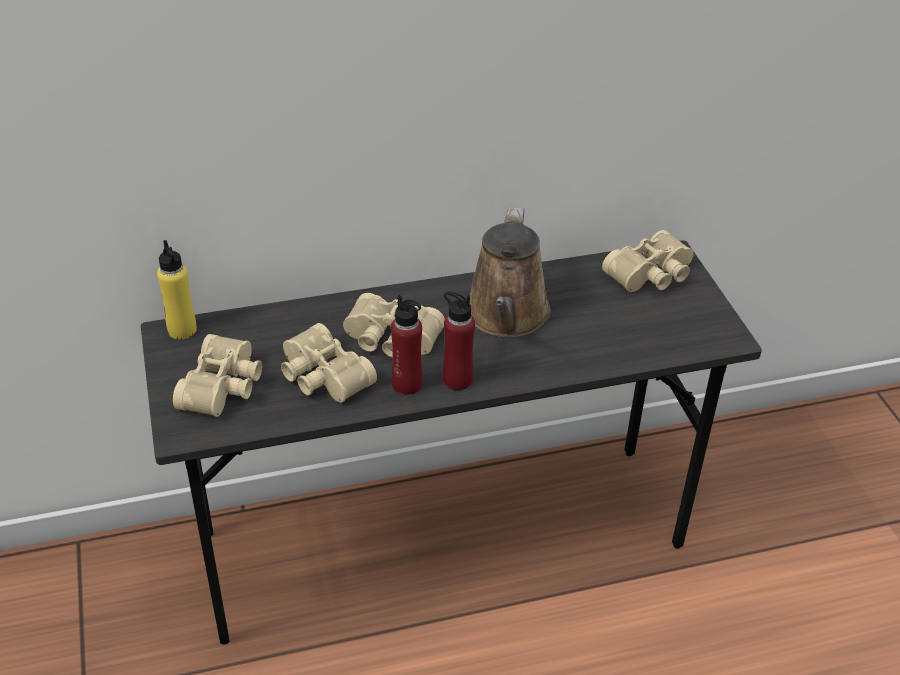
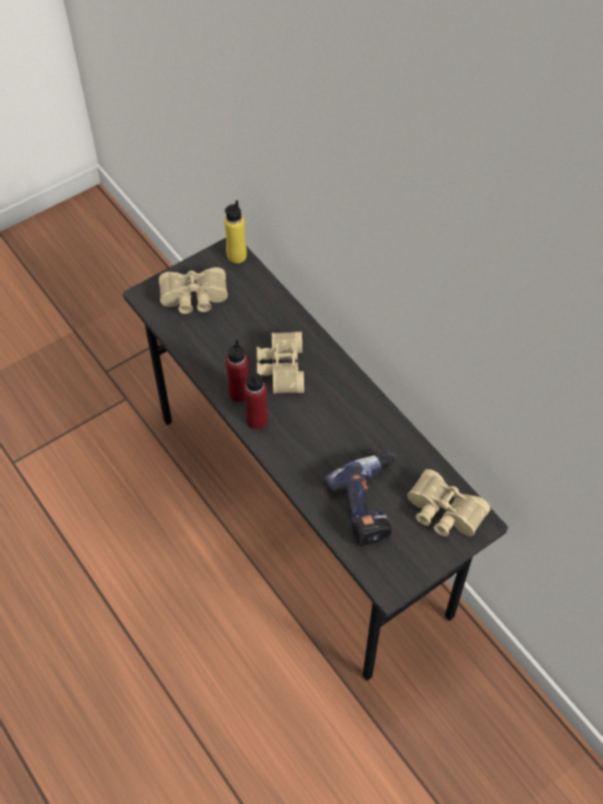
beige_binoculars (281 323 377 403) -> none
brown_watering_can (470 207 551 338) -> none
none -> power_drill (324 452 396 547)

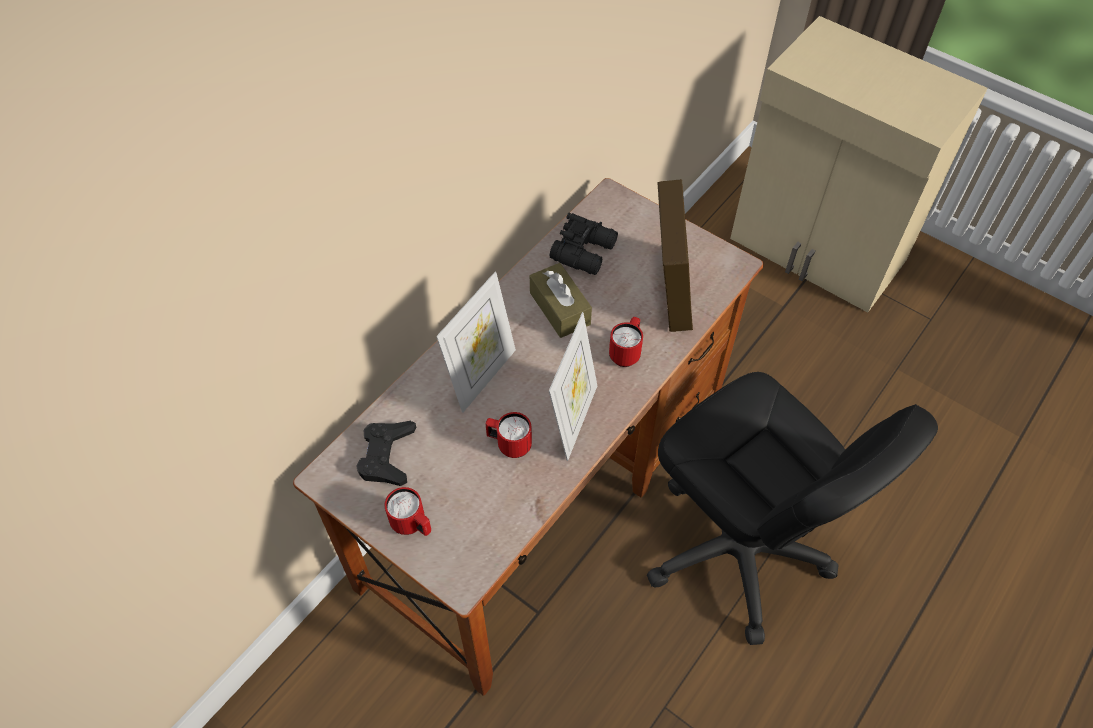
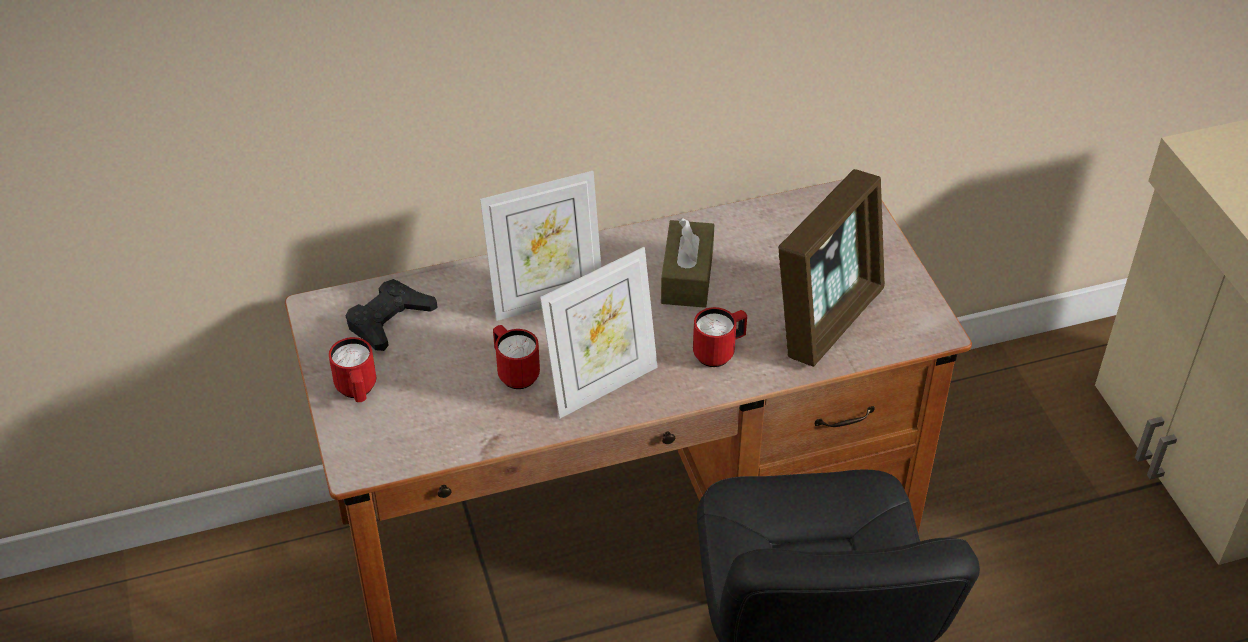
black_binoculars (550 213 618 275) -> none

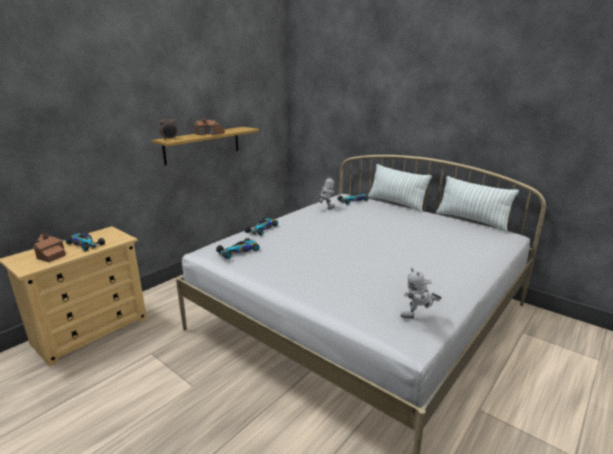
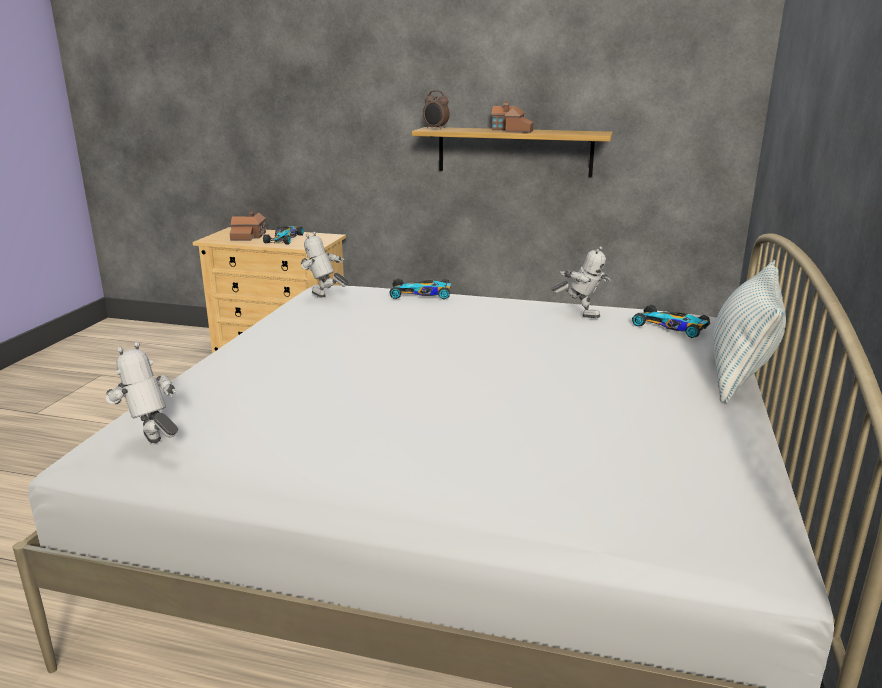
pillow (436 176 519 232) -> none
toy_car (216 238 260 259) -> toy_robot (301 232 349 298)

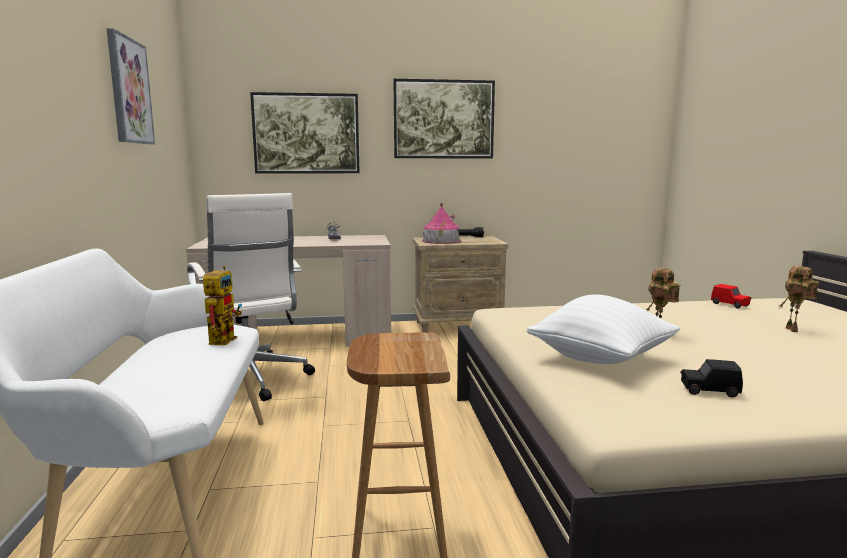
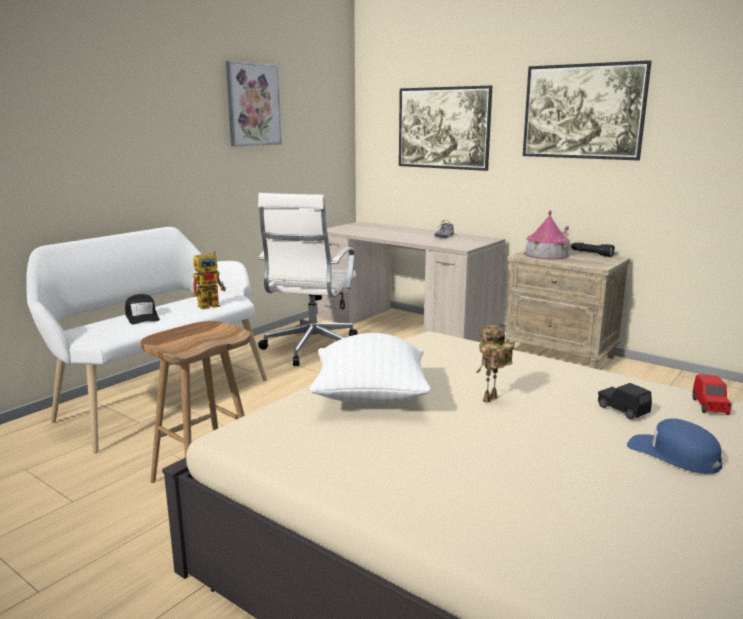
none -> black_cap (125 294 160 324)
black_toy_car (681 359 743 398) -> black_toy_car (598 383 652 419), moved
toy_robot (778 266 819 332) -> blue_cap (627 418 722 474)

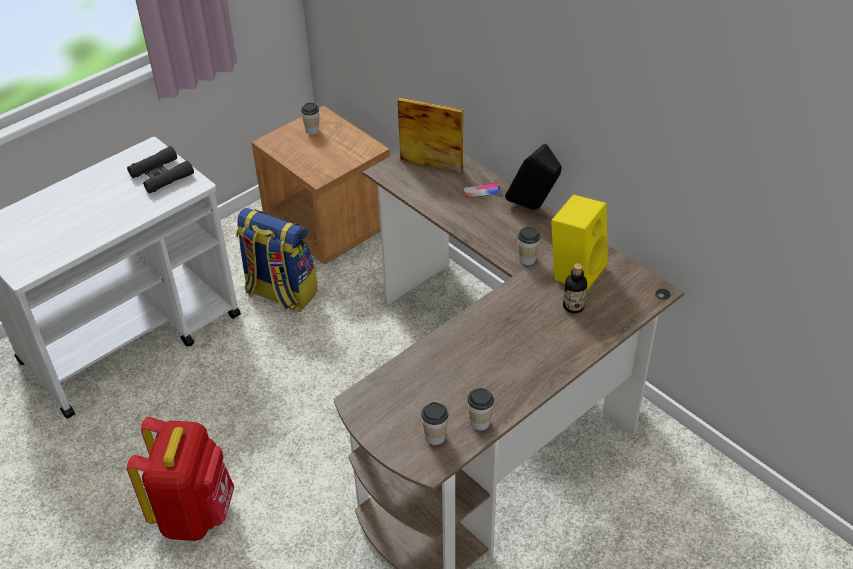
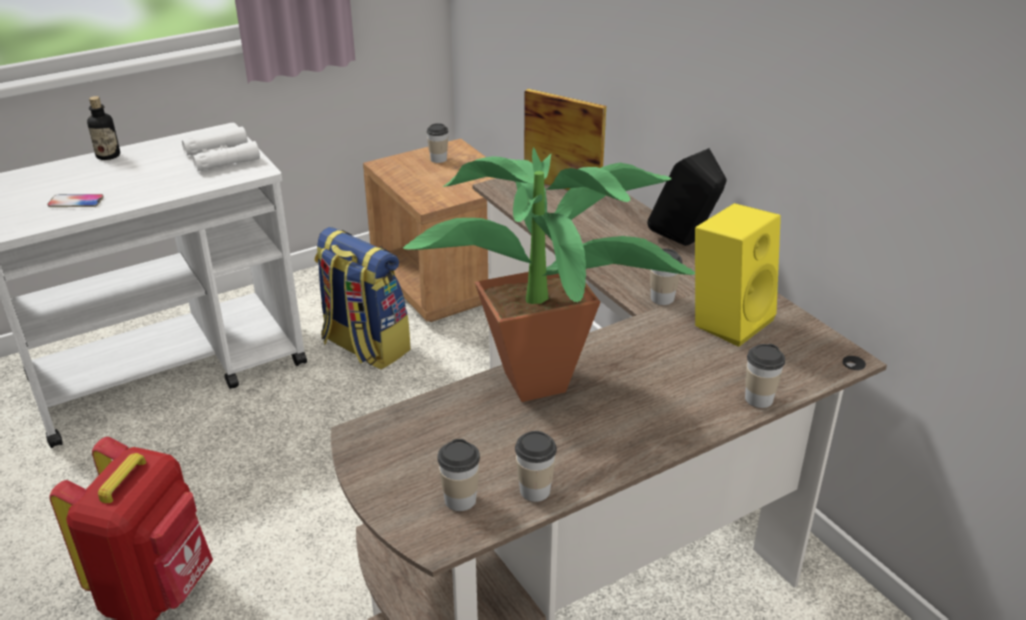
none -> potted_plant (403 147 696 402)
none -> cup (745 344 785 408)
phone (463 183 502 199) -> phone (47 194 104 207), moved
bottle (563 263 587 313) -> bottle (87 96 120 160), moved
black_binoculars (127 146 194 193) -> white_binoculars (182 127 260 171)

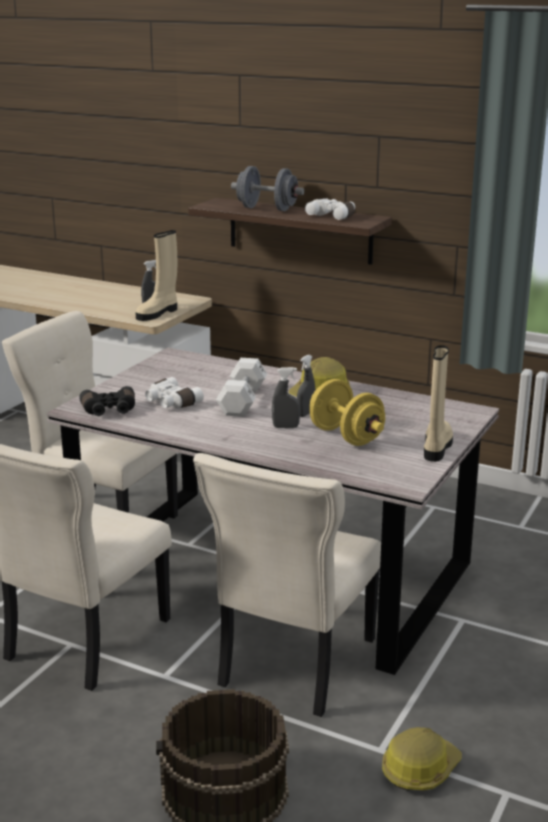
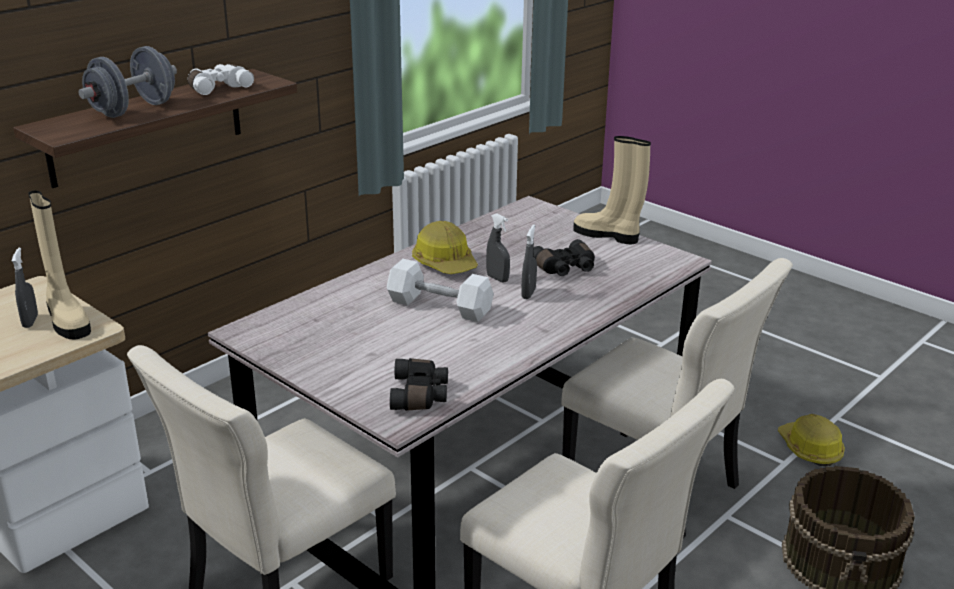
white_binoculars (145 377 204 409) -> none
yellow_dumbbell (310 379 385 446) -> black_binoculars (533 239 595 276)

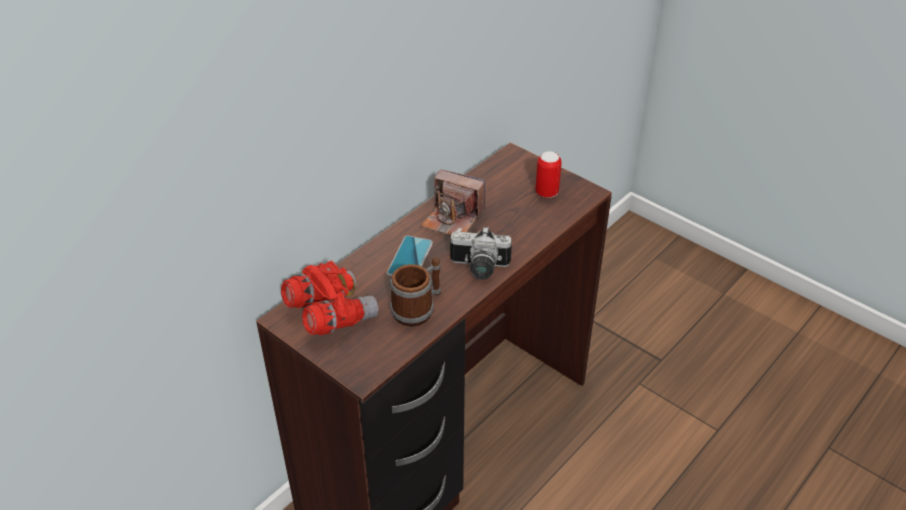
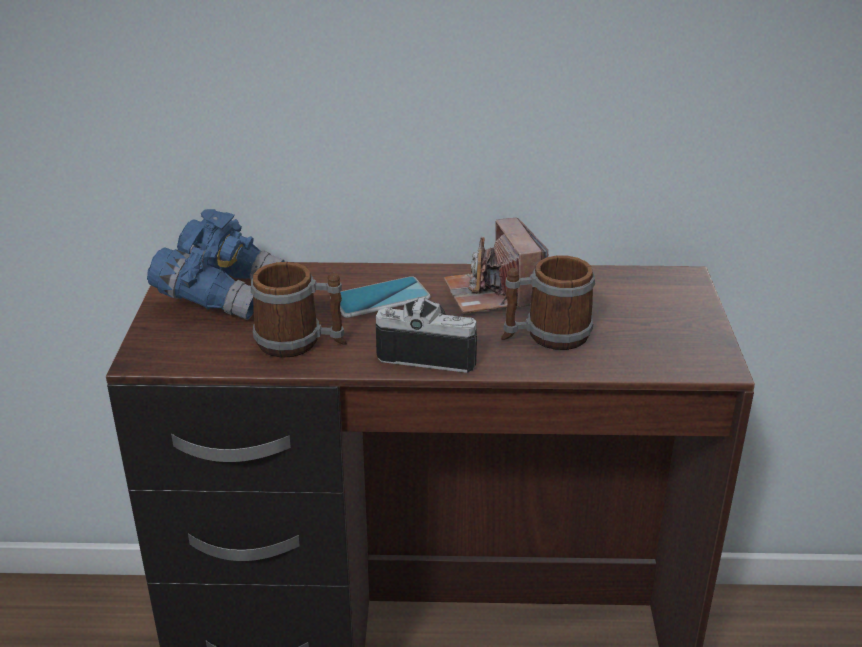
can (535 151 562 198) -> none
none -> mug (501 255 595 350)
red_binoculars (281 261 379 335) -> blue_binoculars (147 209 285 320)
photo_camera (450 226 512 280) -> photo_camera (375 297 477 373), 135 degrees clockwise

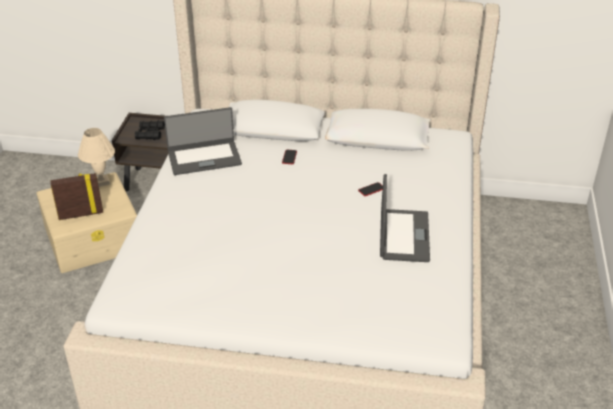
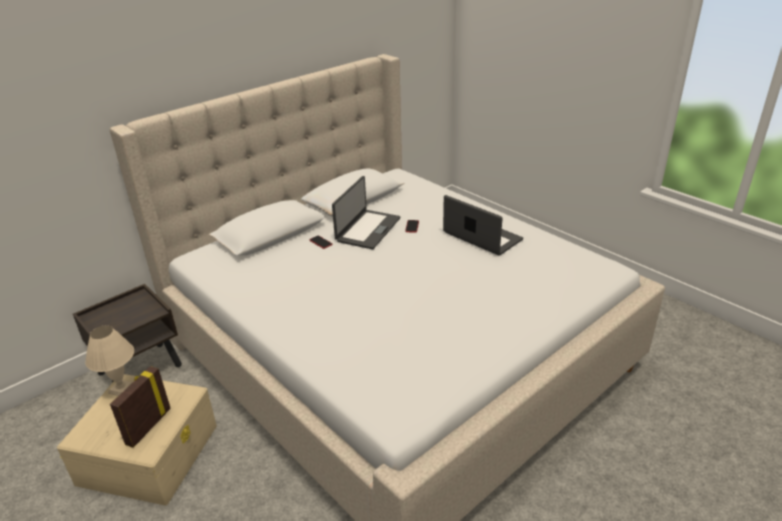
black_binoculars (135 120 165 140) -> none
laptop (164 107 242 175) -> laptop (332 176 401 249), moved

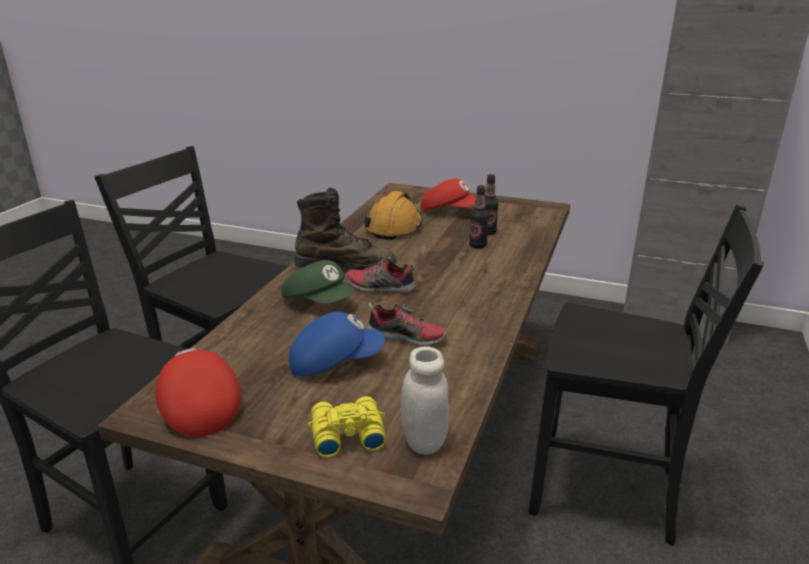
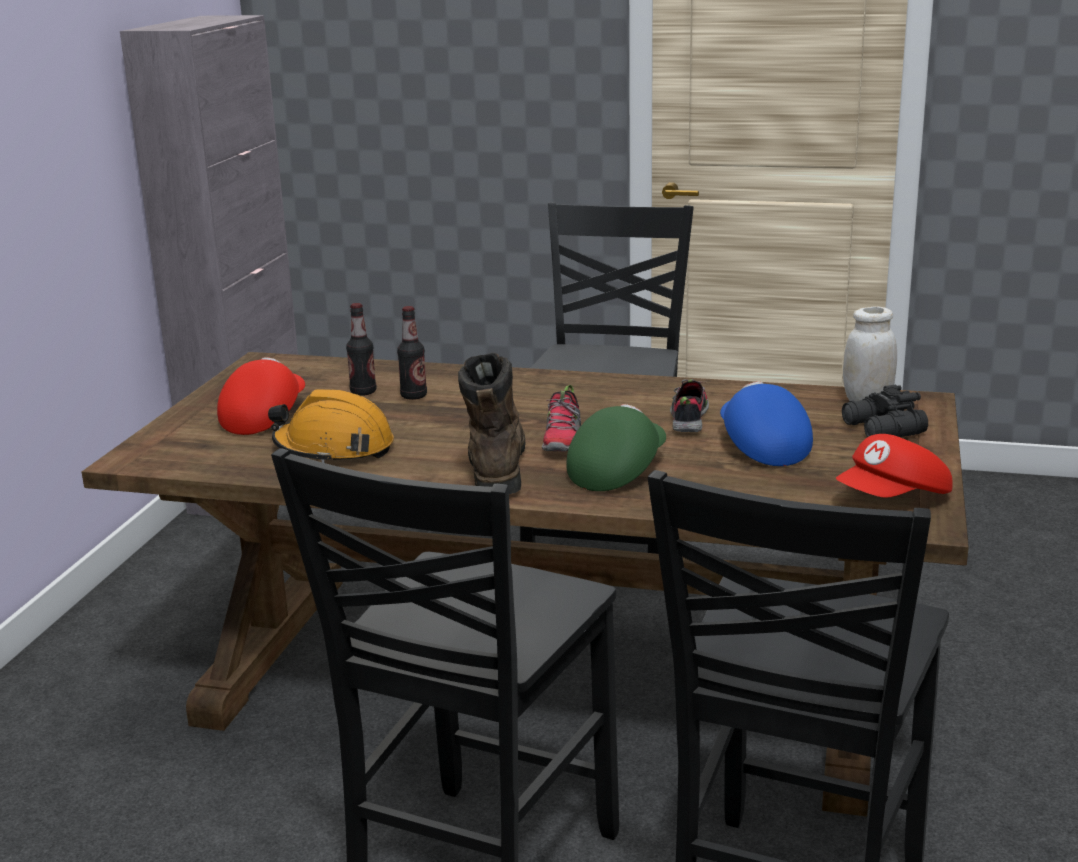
yellow_binoculars (308 396 386 458) -> black_binoculars (842 385 928 437)

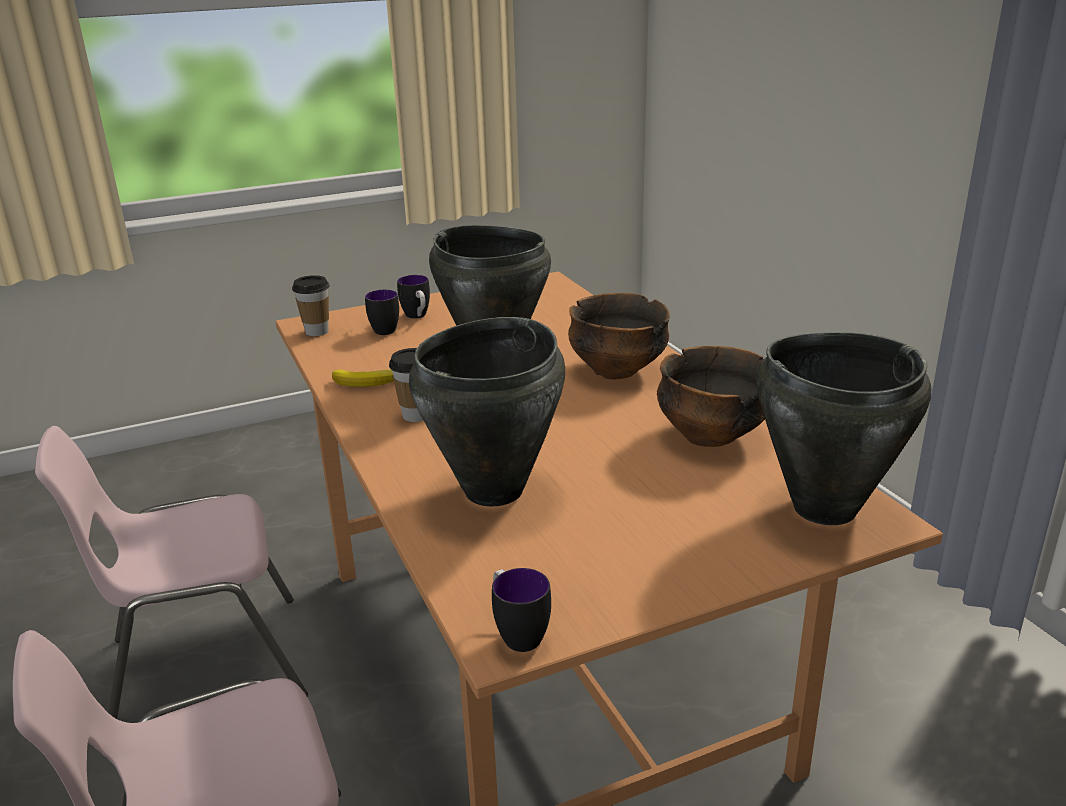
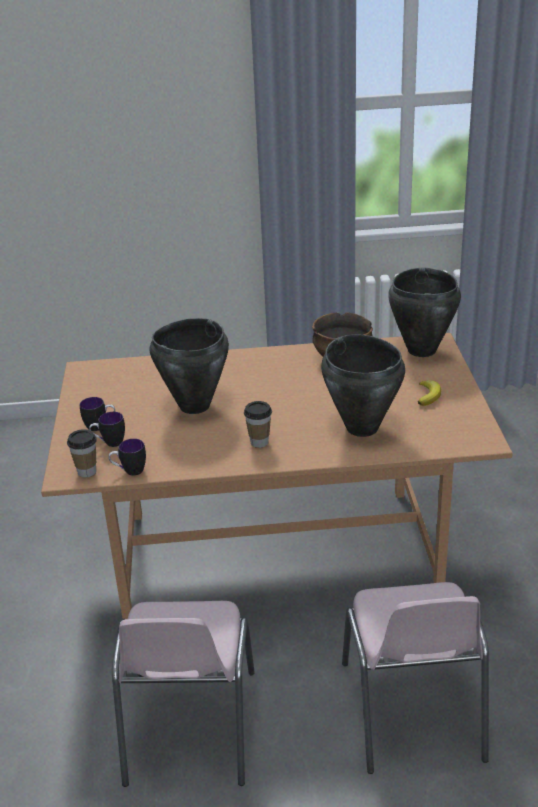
bowl (568 293 670 380) -> none
banana (332 369 394 387) -> banana (418 380 441 406), moved
mug (492 568 551 652) -> mug (109 439 146 476), moved

